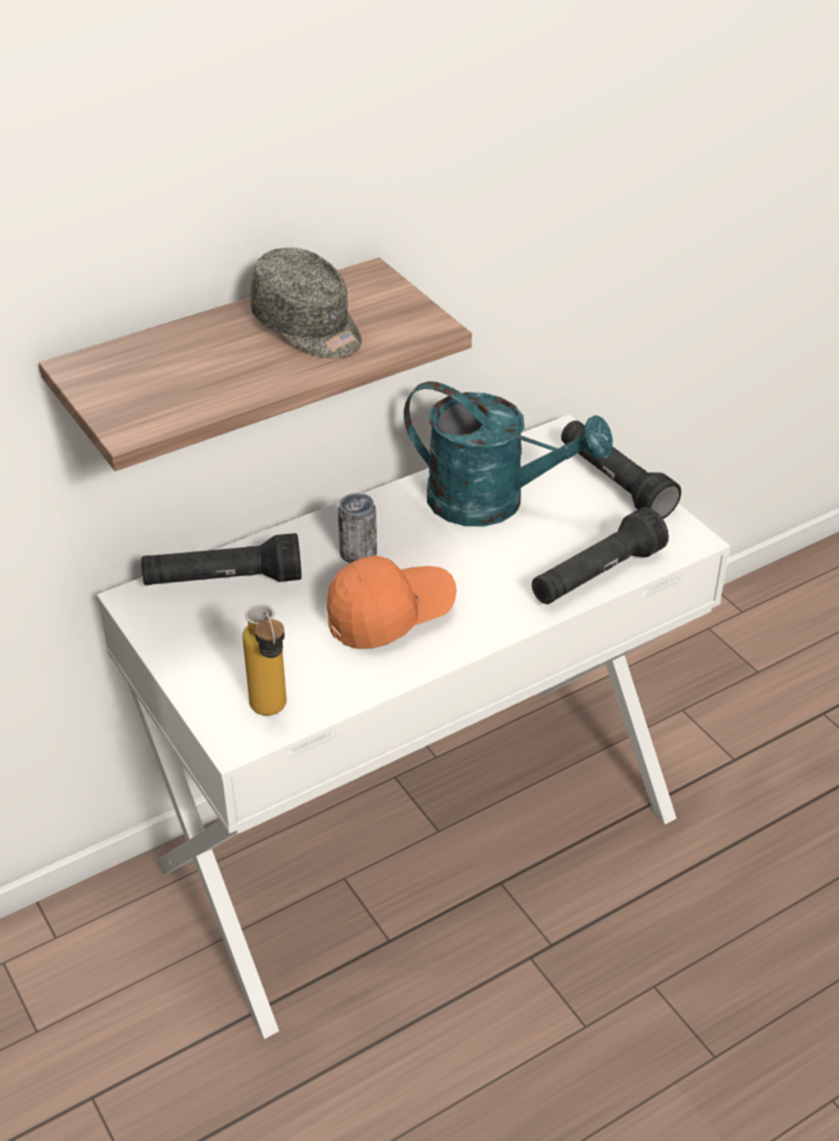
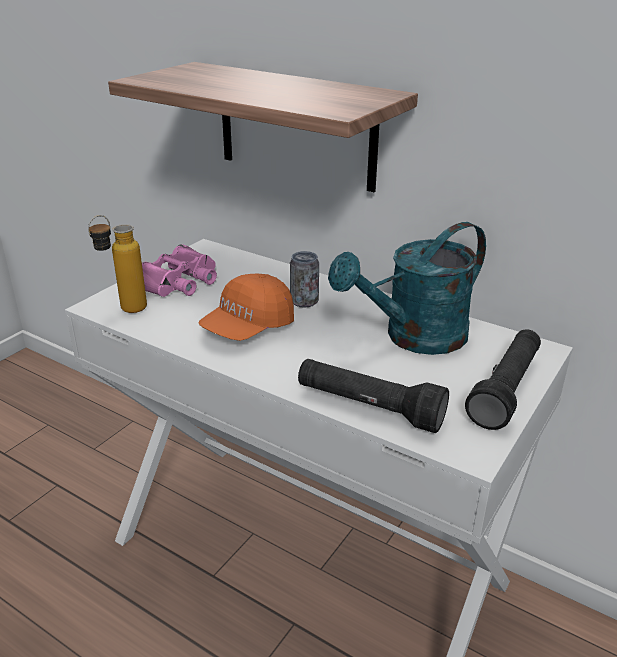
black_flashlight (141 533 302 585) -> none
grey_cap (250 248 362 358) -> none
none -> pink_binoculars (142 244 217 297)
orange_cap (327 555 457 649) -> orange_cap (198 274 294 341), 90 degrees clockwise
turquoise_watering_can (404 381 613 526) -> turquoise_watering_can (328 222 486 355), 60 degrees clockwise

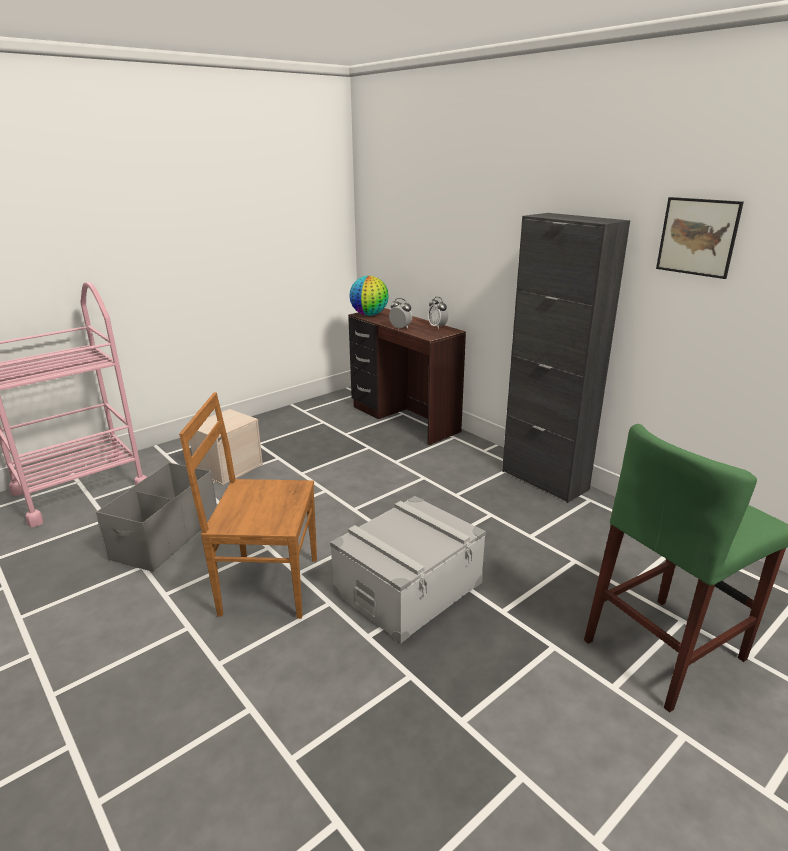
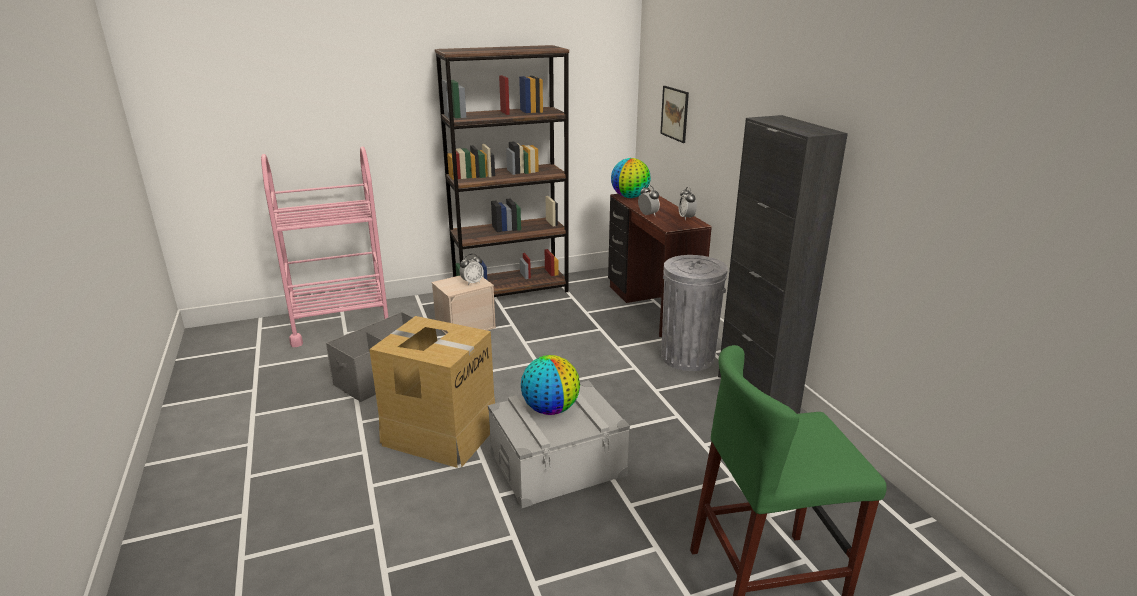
none -> brown_bookcase (435 45 569 297)
none -> alarm_clock (460 254 484 285)
none -> globe (521 355 580 415)
none -> grey_trash_can (661 255 728 371)
picture (656 197 744 279) -> picture (660 86 689 143), moved
brown_chair (179 392 317 619) -> cardboard_box (369 316 495 468)

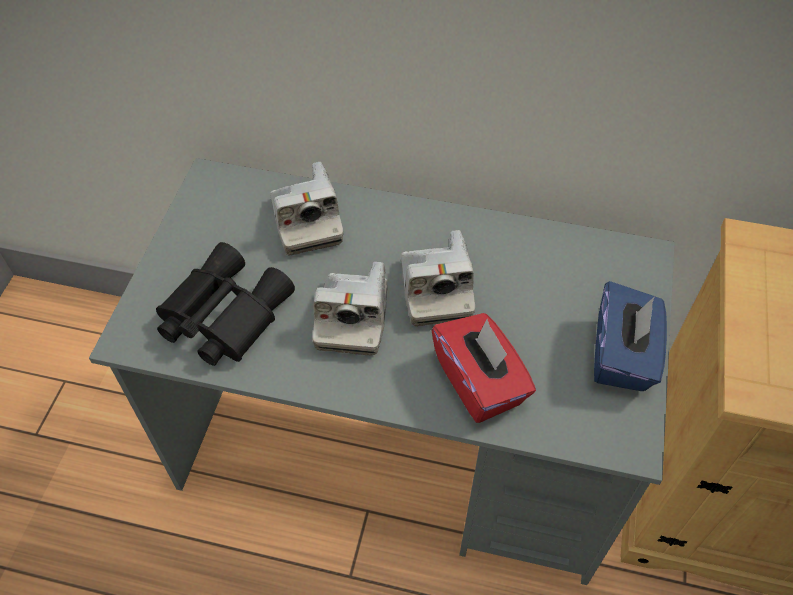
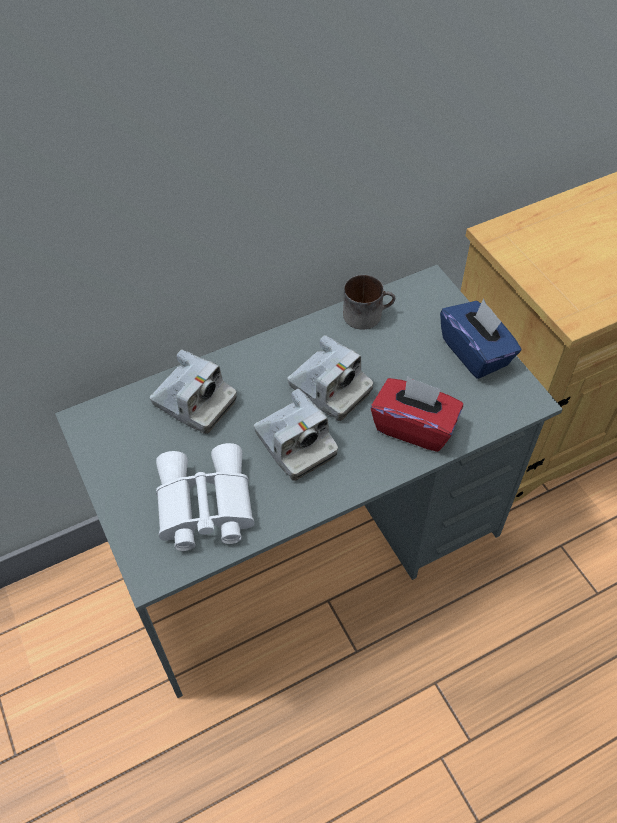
none -> mug (343 275 395 330)
black_binoculars (156 242 295 366) -> white_binoculars (156 443 254 551)

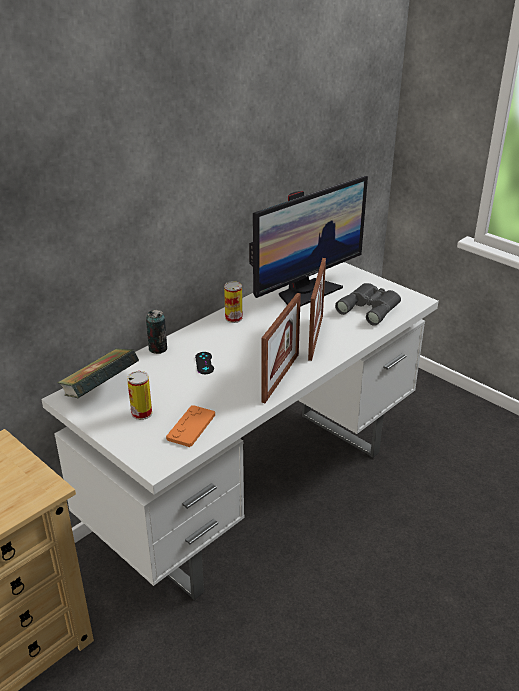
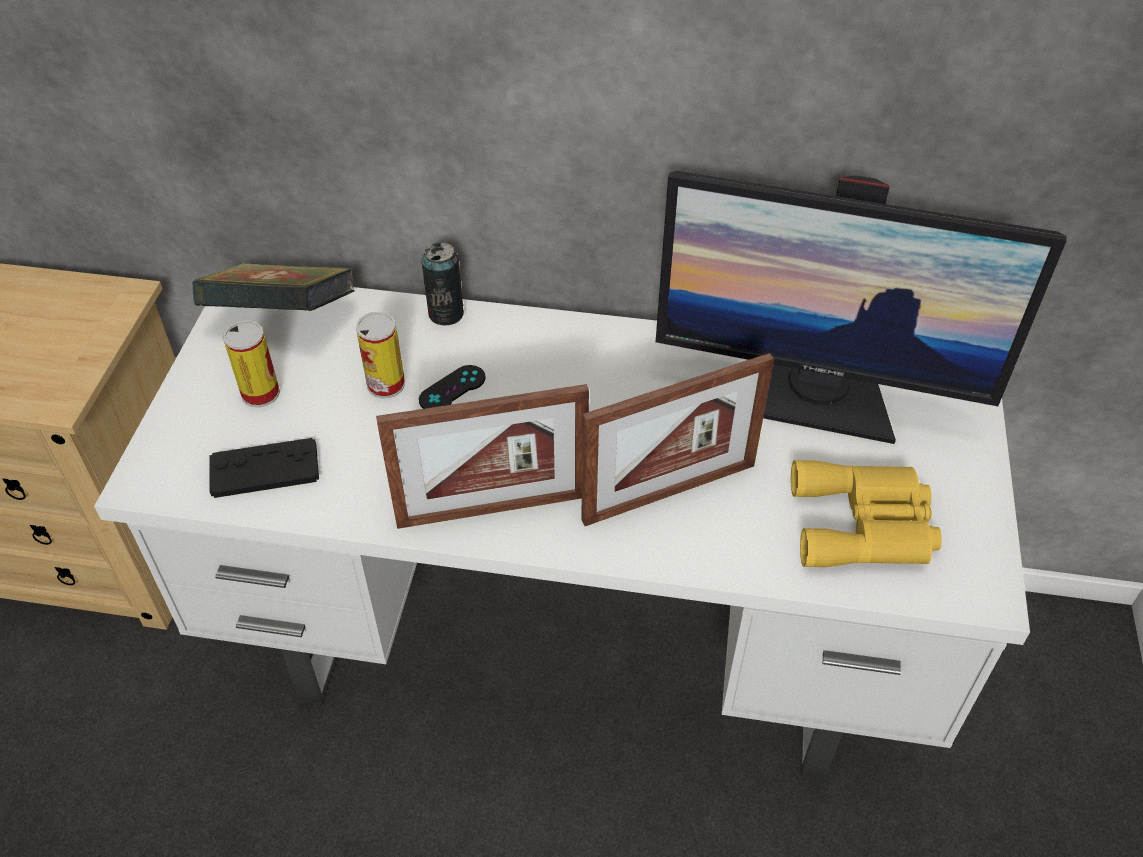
can (224 281 242 323) -> can (356 312 405 399), moved
orange_game_controller (166 405 215 447) -> black_game_controller (209 438 319 498)
grey_binoculars (335 283 401 326) -> yellow_binoculars (791 460 942 567)

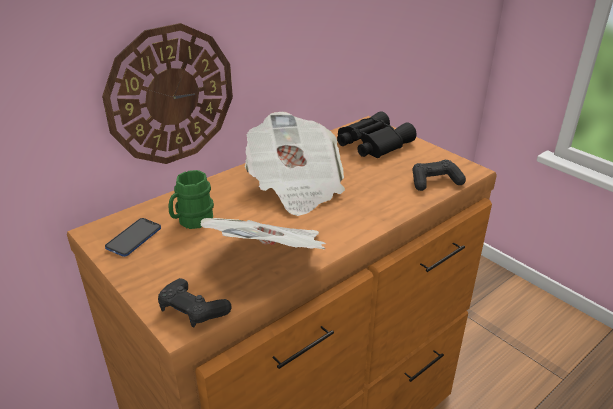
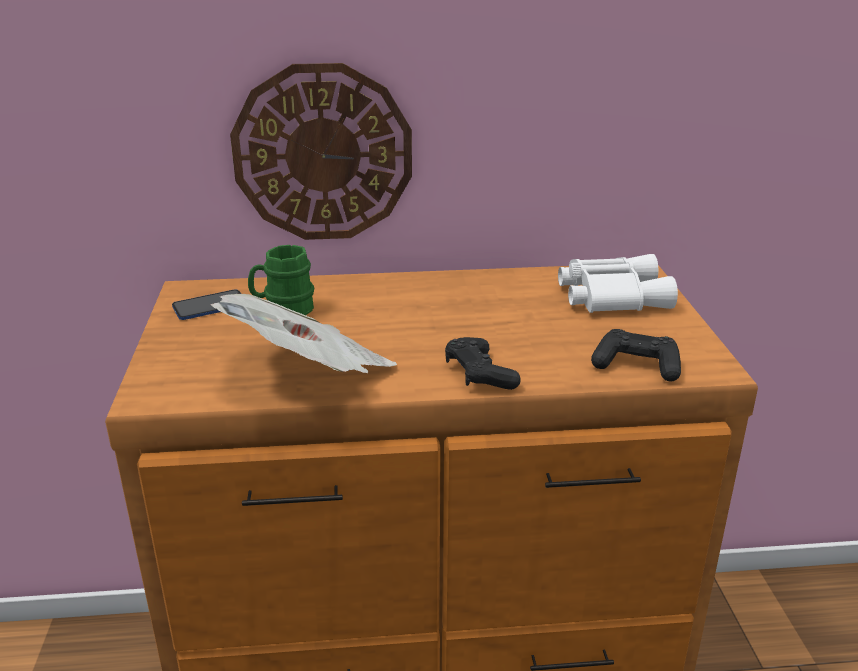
newspaper (245 112 345 216) -> none
black_game_controller (158 278 232 328) -> black_game_controller (445 337 521 390), moved
black_binoculars (337 111 416 158) -> white_binoculars (558 254 678 313)

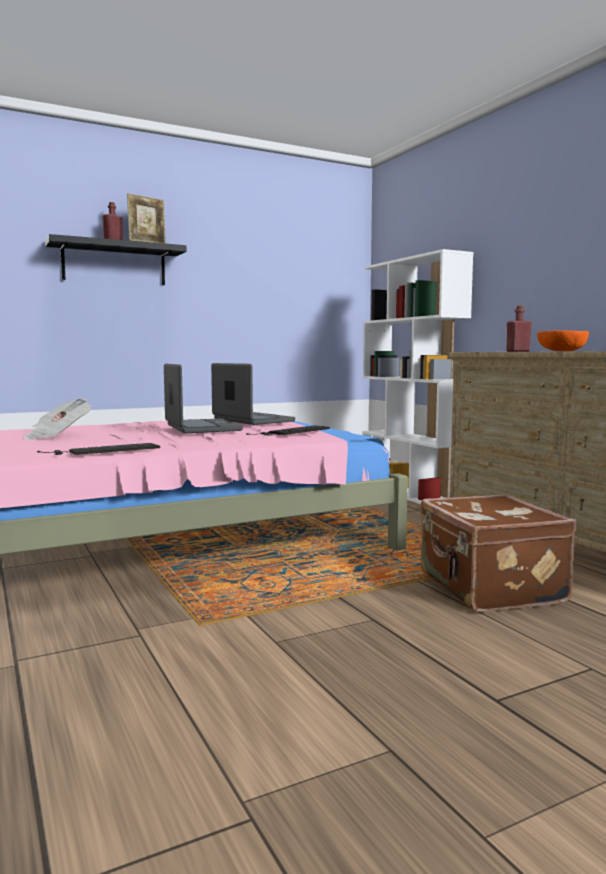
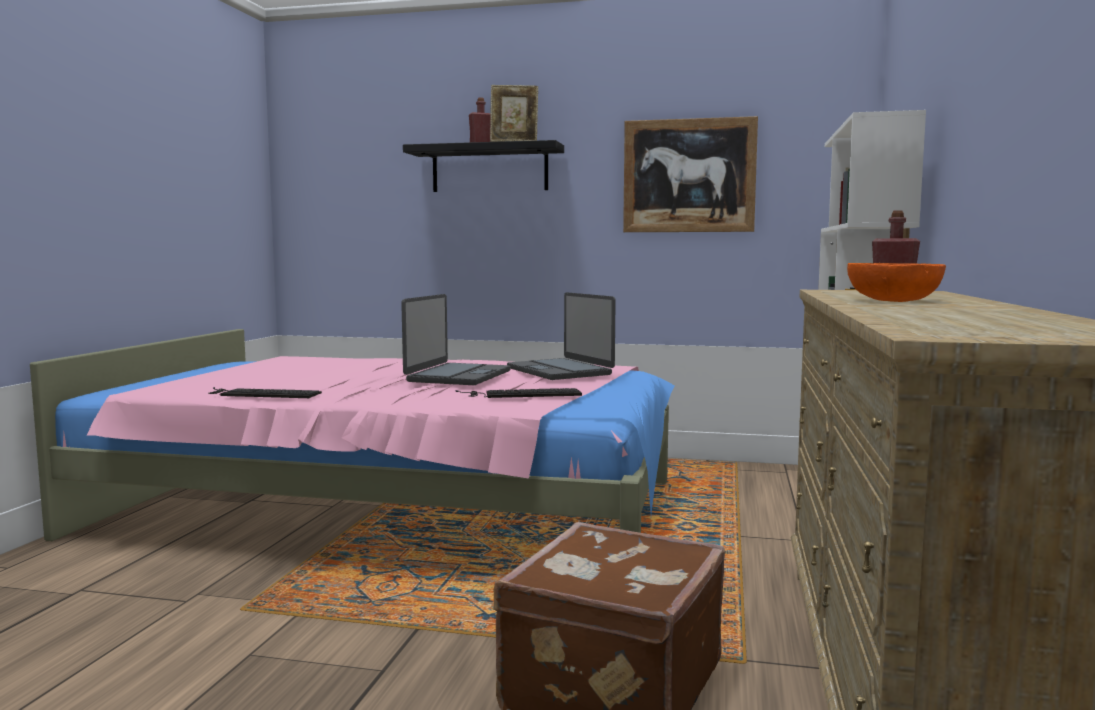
newspaper (23 399 92 440) -> none
none -> picture (623 116 758 232)
laptop (211 363 295 425) -> laptop (507 292 616 380), 150 degrees clockwise

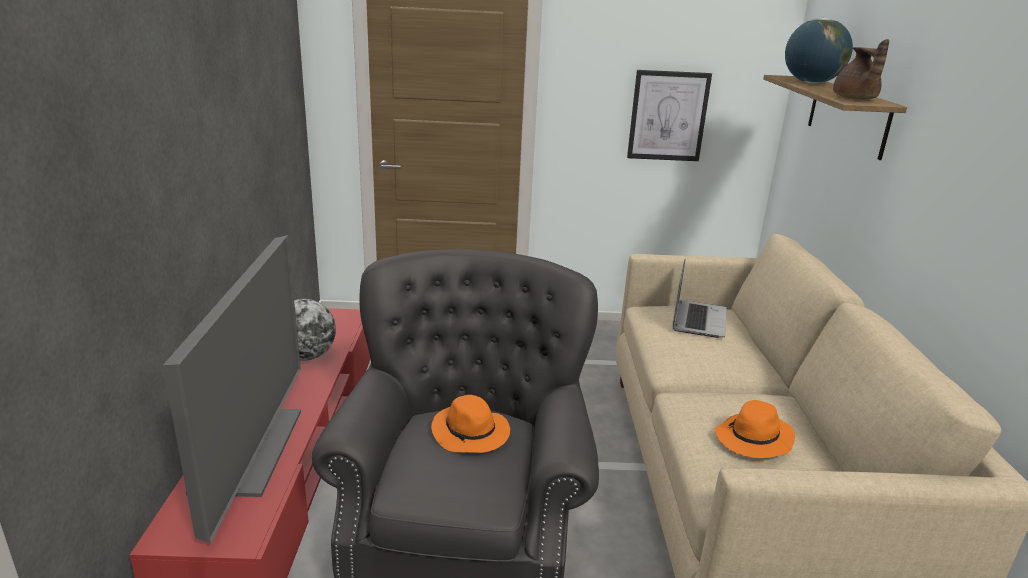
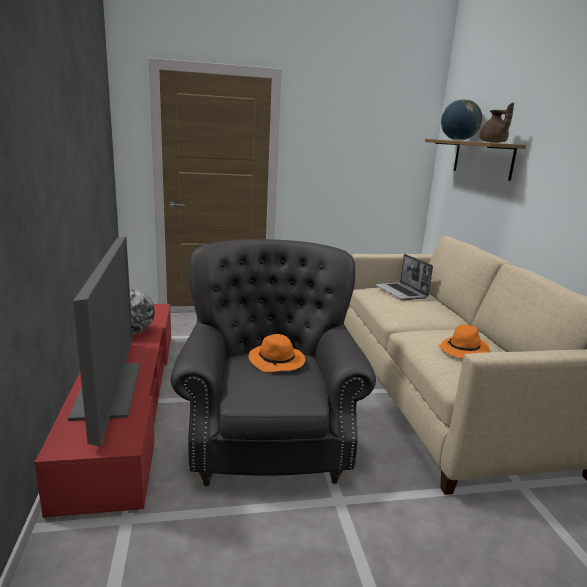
picture (627 70 712 161) -> none
laptop (672 259 727 338) -> laptop (375 254 433 300), 150 degrees clockwise

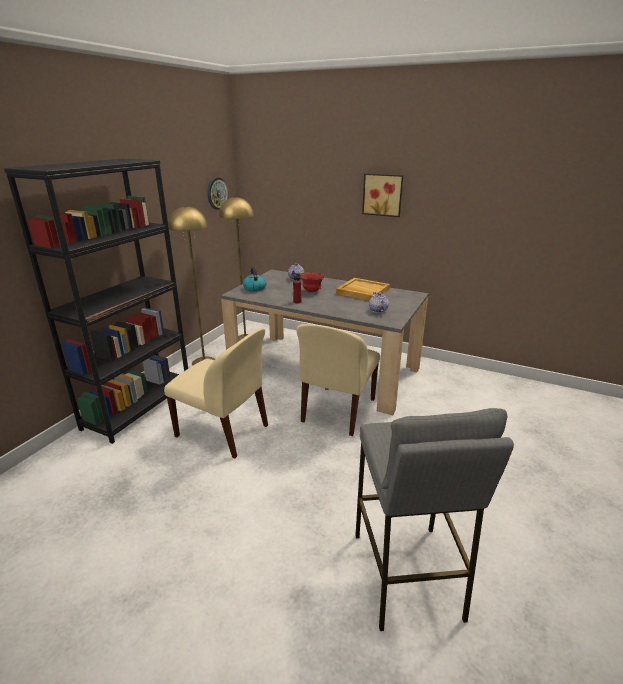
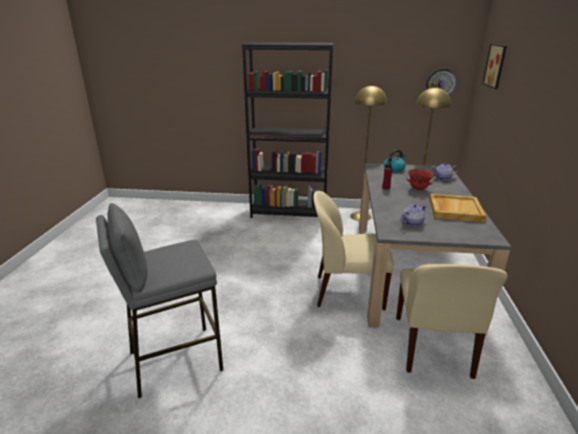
beige_chair (164 328 268 458) -> beige_chair (396 264 508 379), moved
picture (362 173 403 217) -> picture (482 44 507 89), moved

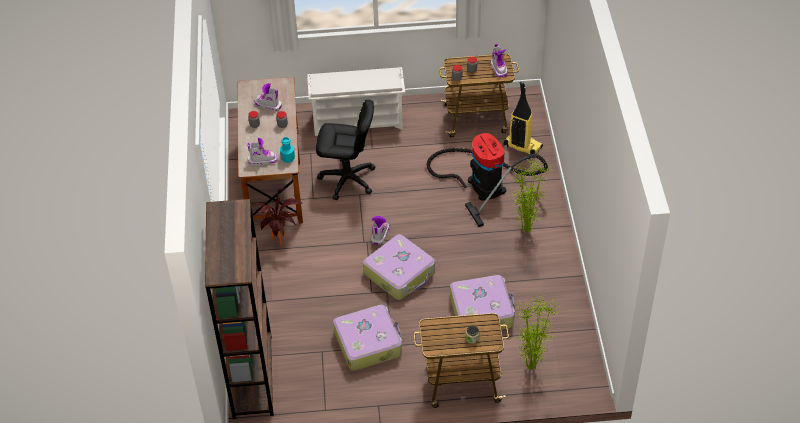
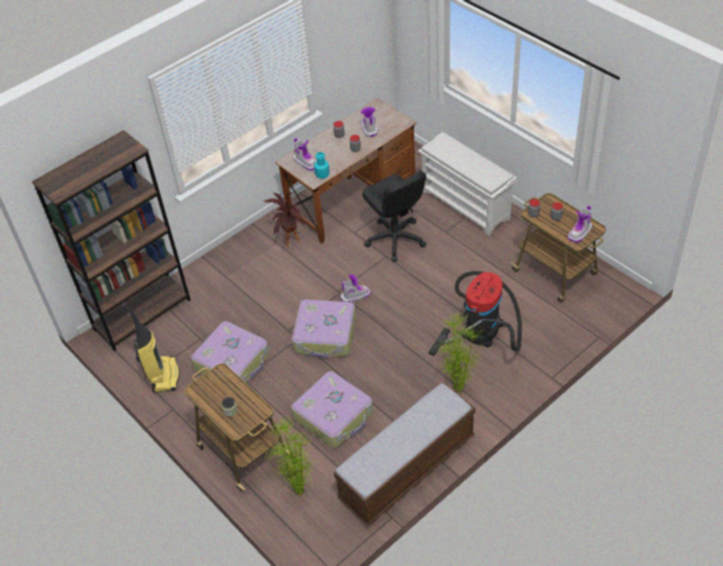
none -> bench (334 383 475 526)
vacuum_cleaner (504 81 543 154) -> vacuum_cleaner (122 304 180 393), moved

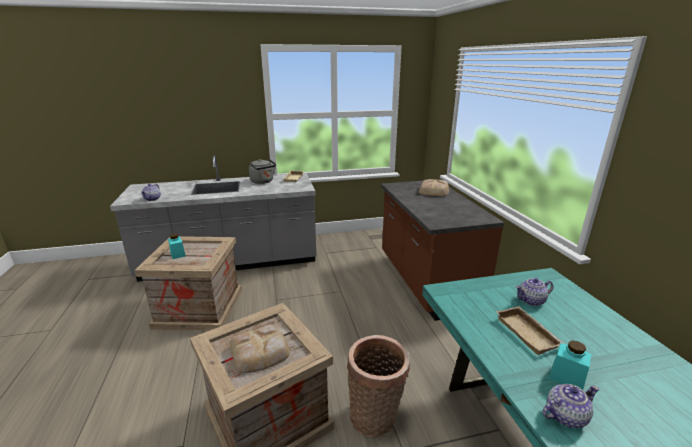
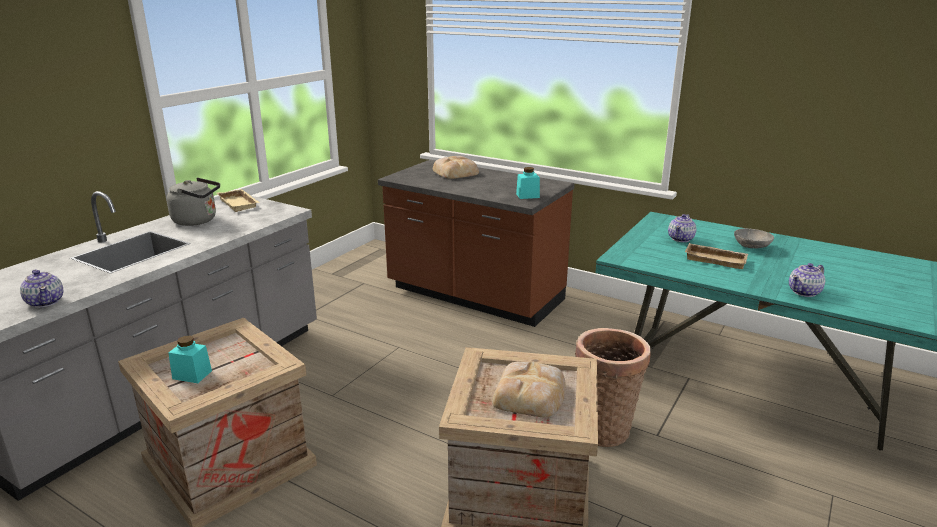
none -> grey_bowl (734 228 774 248)
turquoise_jar (549 340 591 390) -> turquoise_jar (516 167 540 199), moved
teapot (542 384 599 428) -> teapot (789 263 825 297), 150 degrees counterclockwise

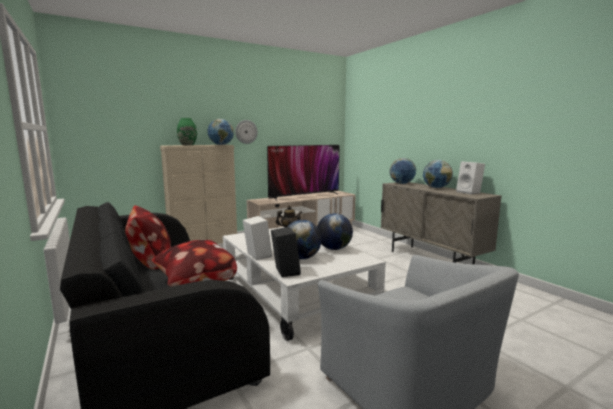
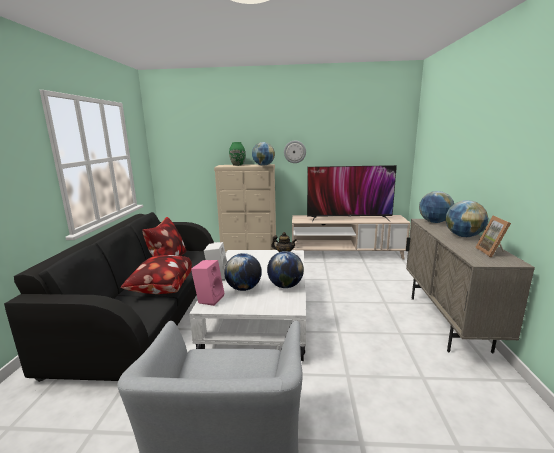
white_speaker (456 162 485 194) -> picture_frame (475 216 511 258)
black_speaker (271 227 301 277) -> pink_speaker (191 260 224 306)

